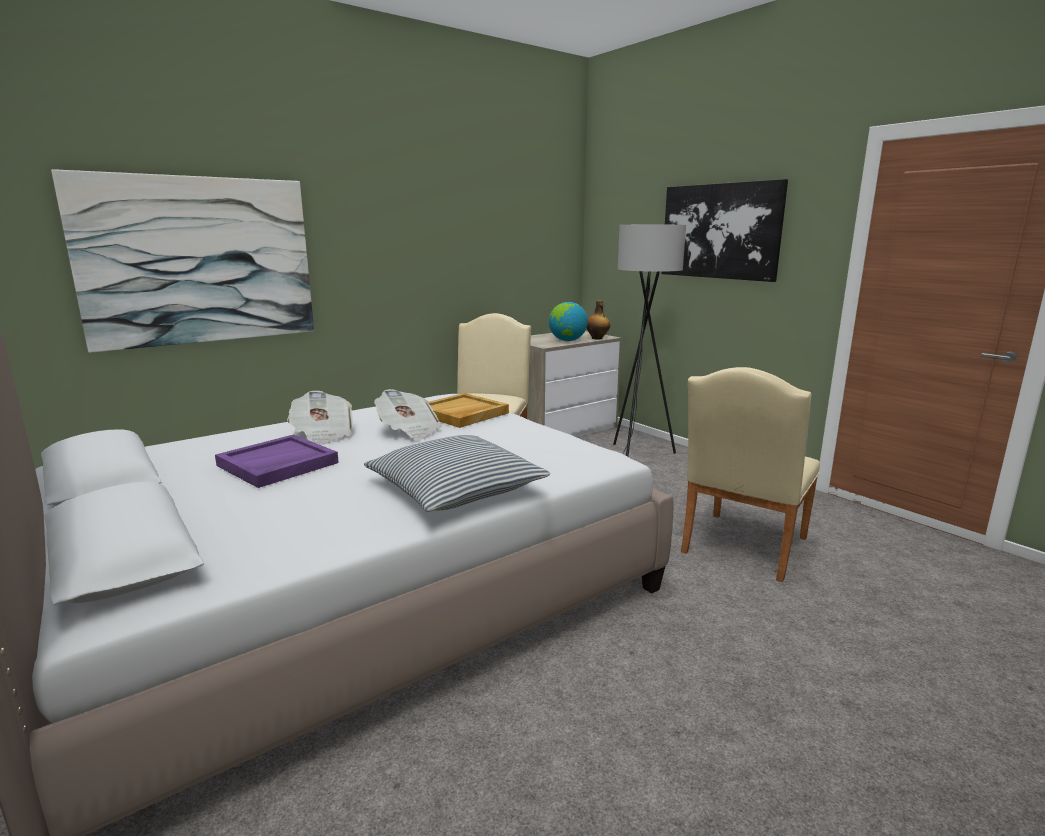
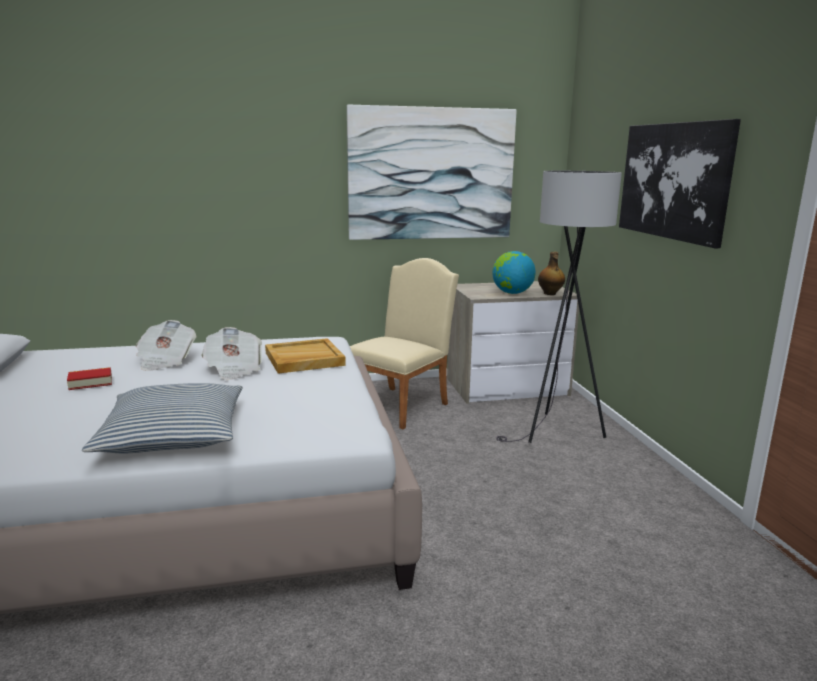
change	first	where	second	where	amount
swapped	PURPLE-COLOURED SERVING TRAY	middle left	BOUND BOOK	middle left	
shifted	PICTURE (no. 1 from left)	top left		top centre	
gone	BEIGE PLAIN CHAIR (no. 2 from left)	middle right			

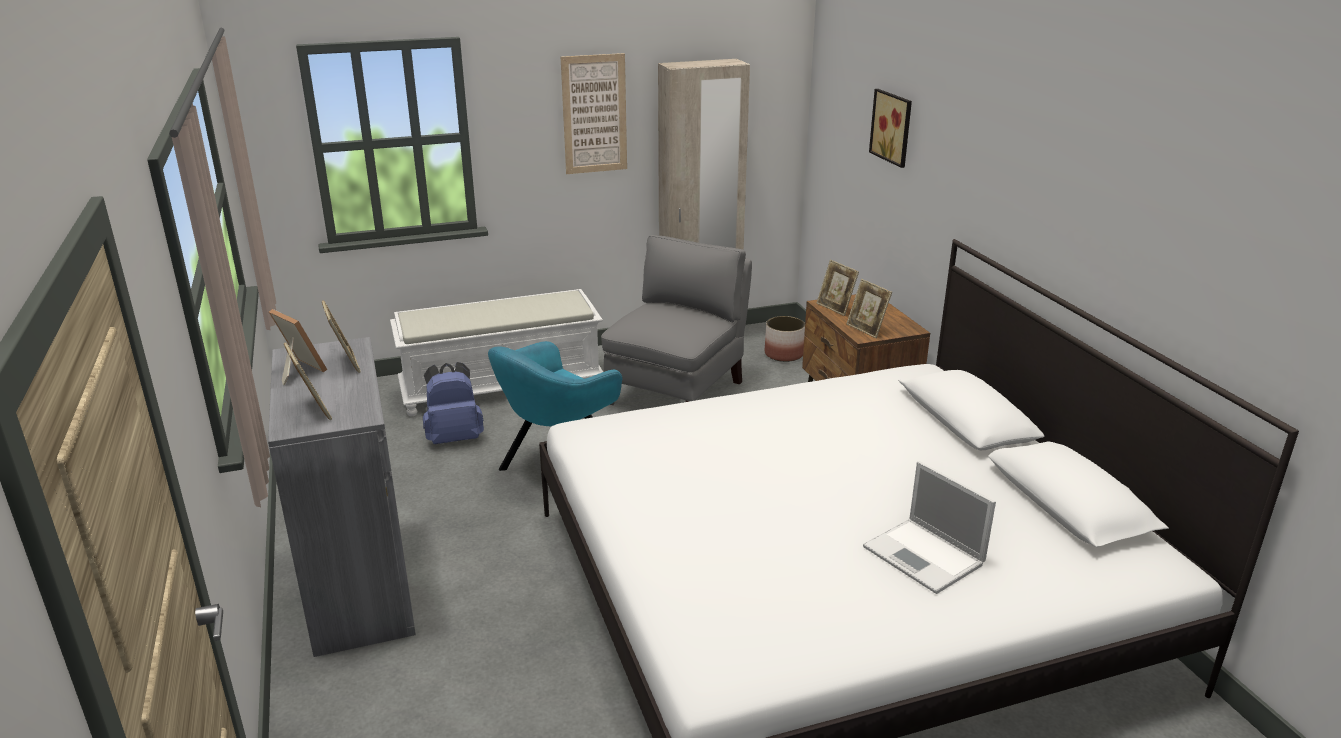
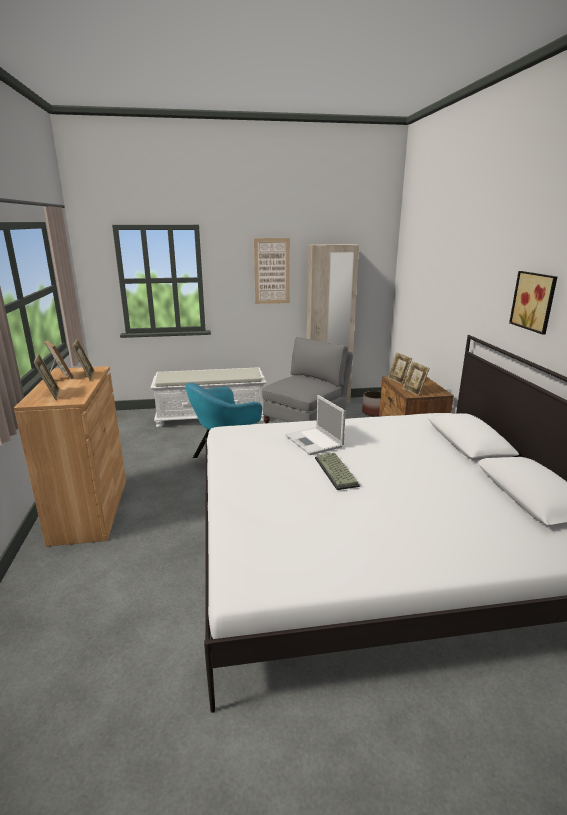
change	first	where	second	where	amount
repainted	GREYISH CUPBOARD	bottom left	BROWN CUPBOARD	middle left	
shifted	NOTEBOOK COMPUTER	bottom right		centre	
new			KEYBOARD	centre	
shifted	PICTURE (no. 2 from left)	top centre		middle right	
gone	BLUE BACKPACK	centre			

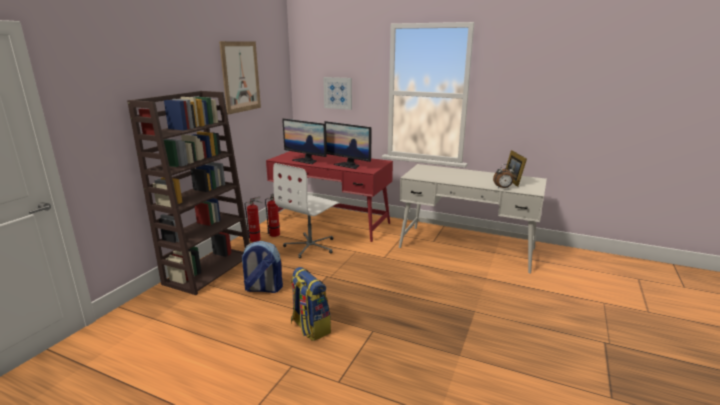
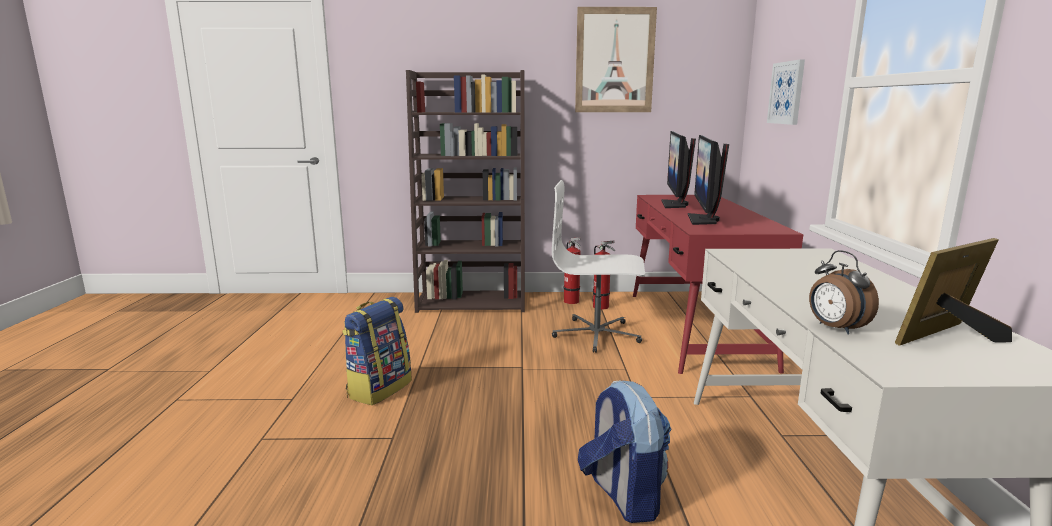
change	first	where	second	where	amount
shifted	BACKPACK (no. 1 from left in the first image)	centre	BACKPACK (no. 2 from left)	bottom centre	

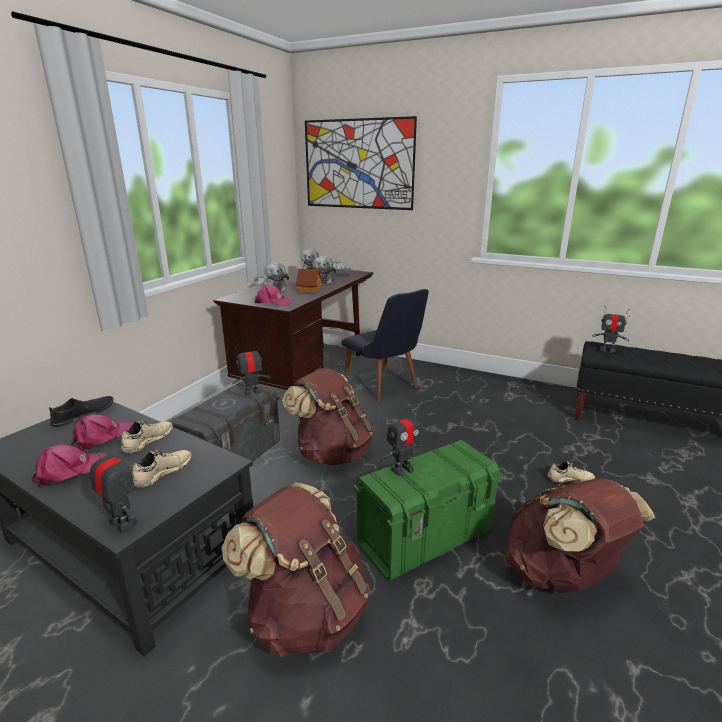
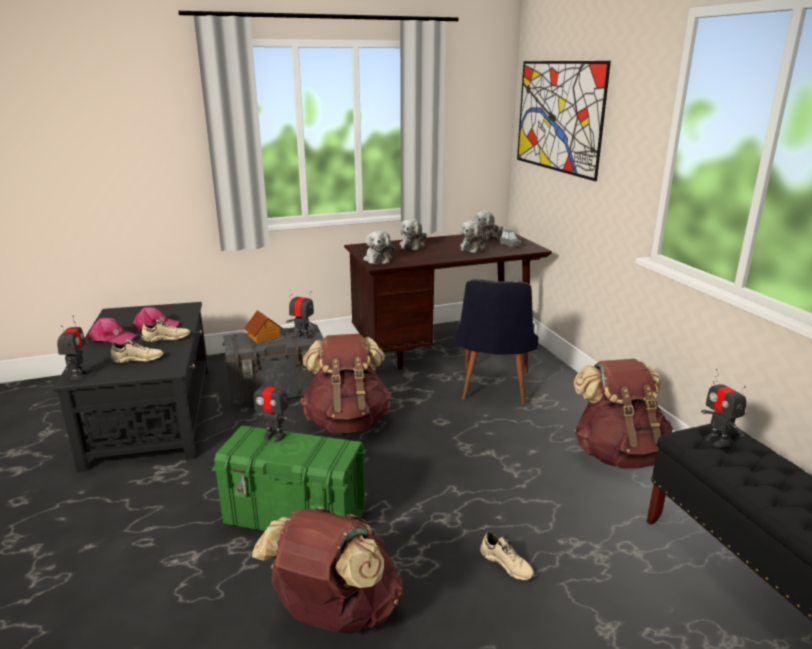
change	first	where	second	where	amount
shifted	MODEL HOUSE	centre		middle left	
swapped	PINK-COLOURED BASEBALL CAP (no. 3 from left)	centre	CUDDLY TOY (no. 1 from left)	centre	
shifted	BROWN BACKPACK (no. 1 from left in the first image)	bottom centre	BROWN BACKPACK (no. 3 from left)	middle right	
gone	BLACK-COLOURED SHOE	middle left			

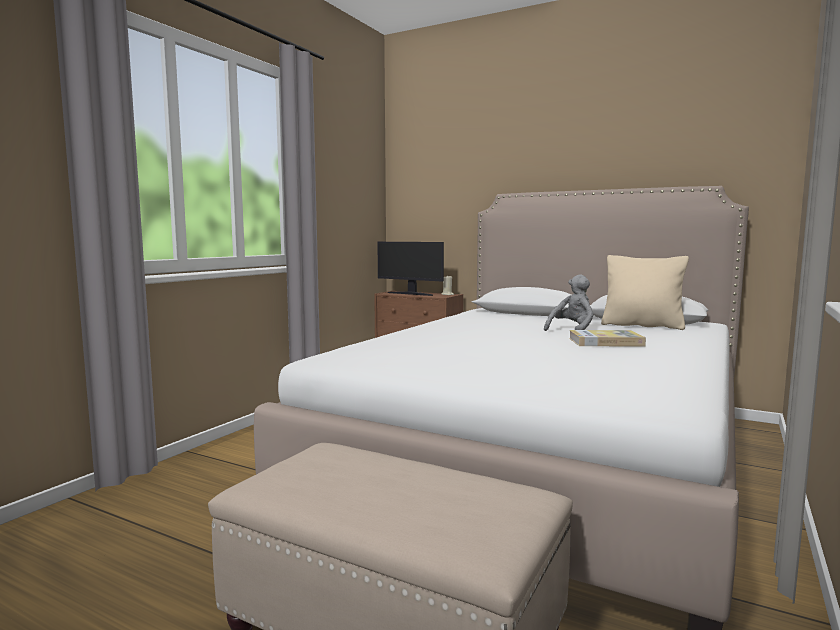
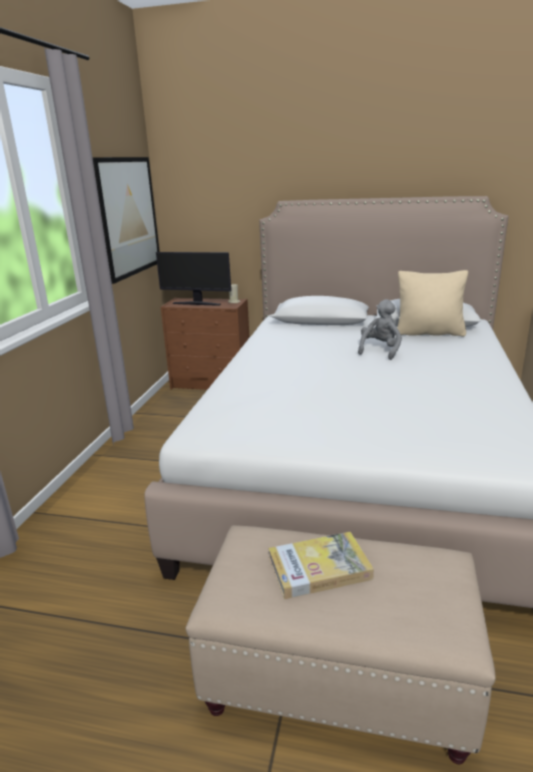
change	first	where	second	where	amount
new			PICTURE	top left	
shifted	BOUND BOOK	middle right		bottom centre	

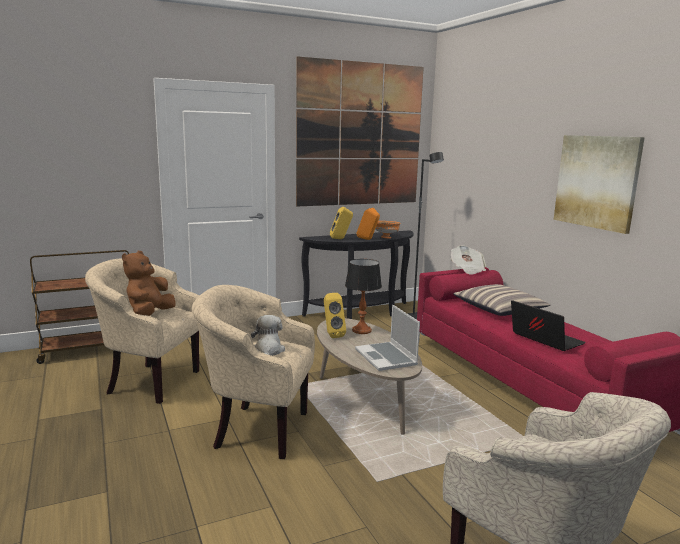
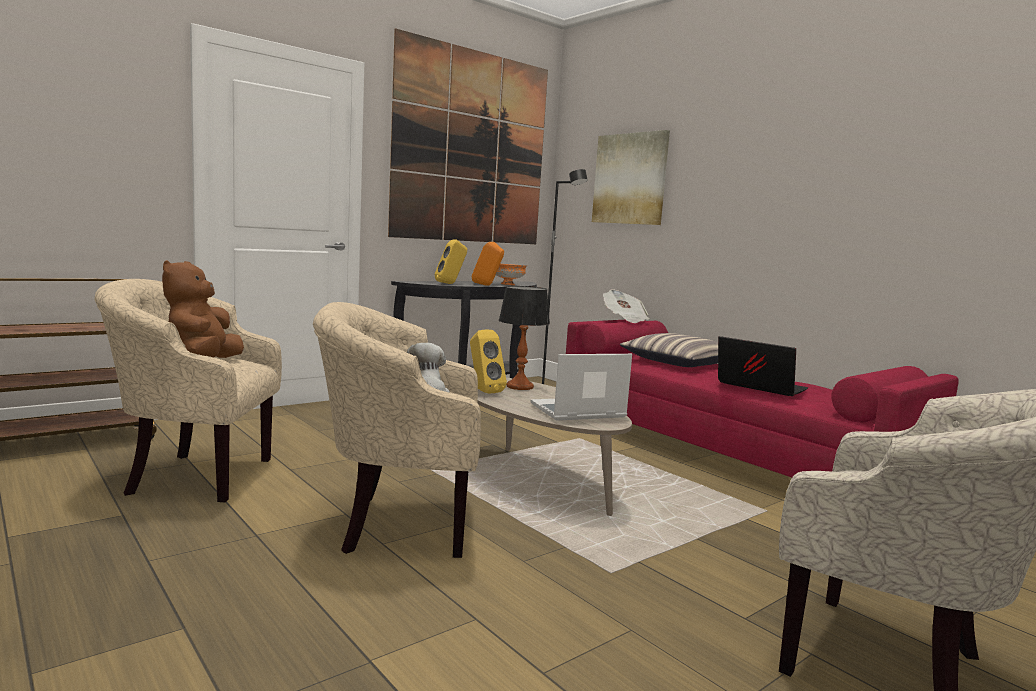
change	first	where	second	where	amount
rotated	NOTEBOOK COMPUTER (no. 1 from left)	centre		centre	105 degrees clockwise
shifted	PICTURE (no. 2 from left)	middle right		top centre	

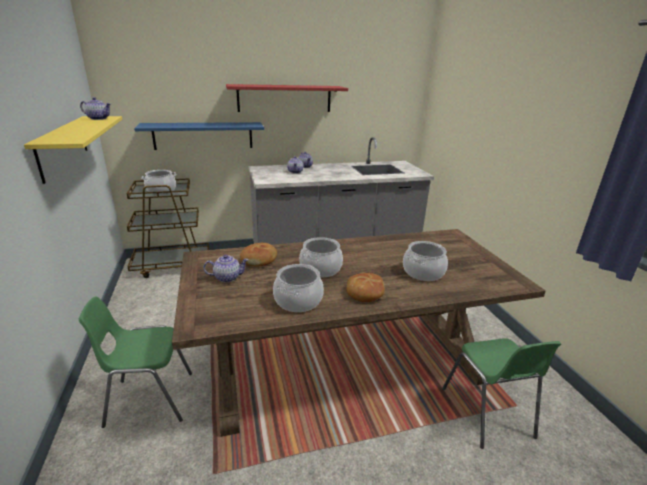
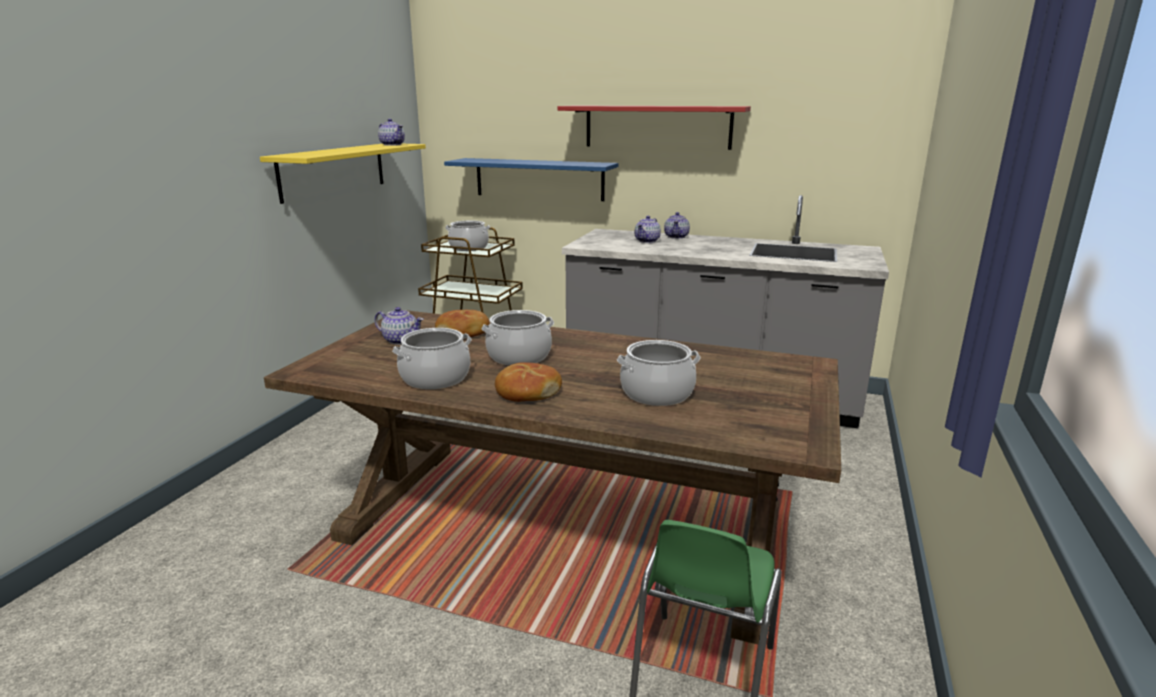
change	first	where	second	where	amount
gone	GREENISH PLAIN CHAIR (no. 1 from left)	bottom left			

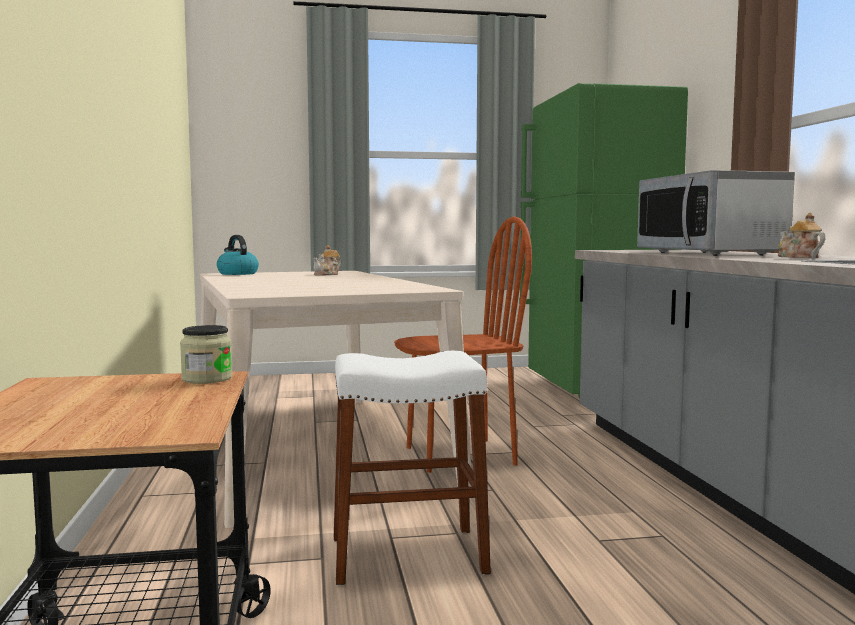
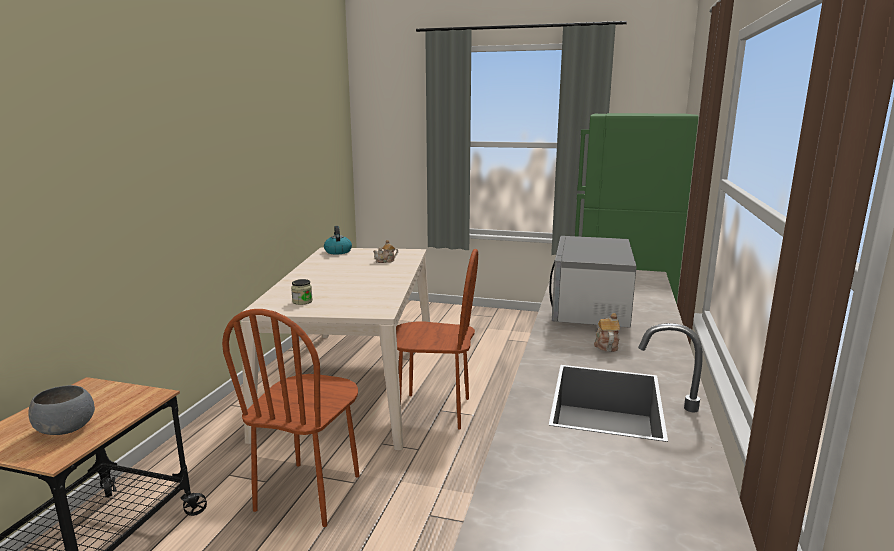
change	first	where	second	where	amount
new			GREYISH DEEP DISH	bottom left	
swapped	WHITE-COLOURED SITTING STOOL	bottom centre	BROWN PLAIN CHAIR (no. 1 from left)	bottom left	
shifted	JAR	middle left		centre	

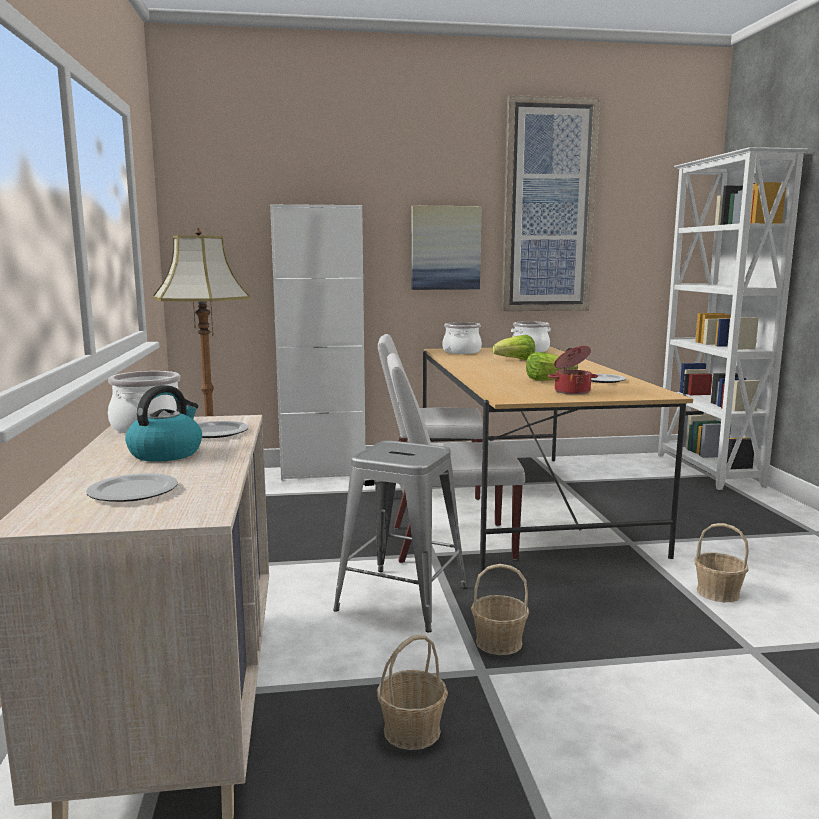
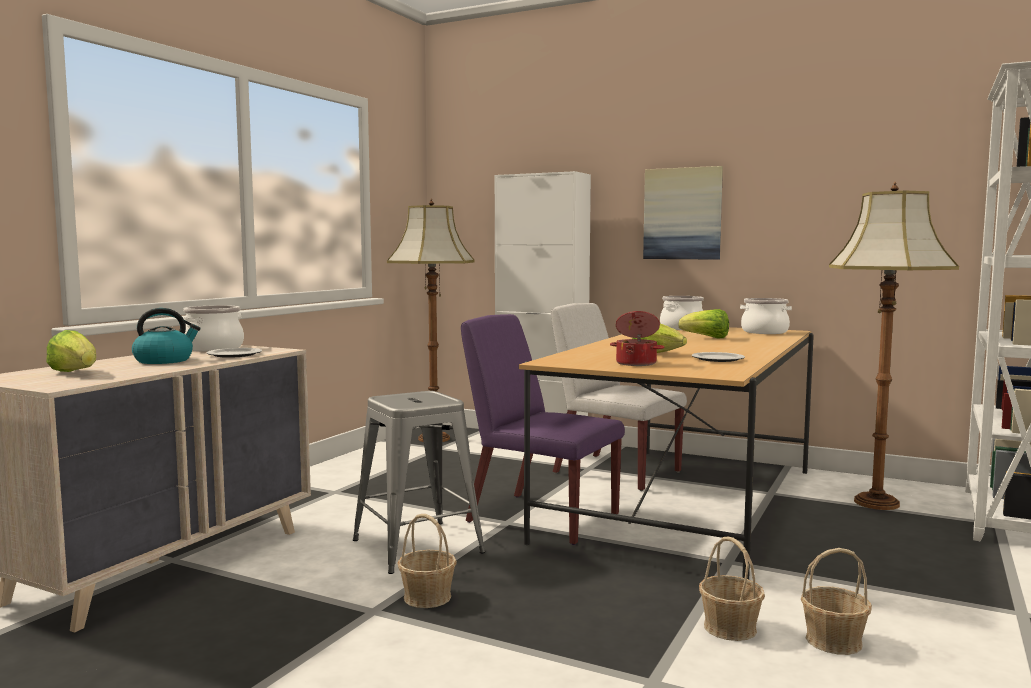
change	first	where	second	where	amount
swapped	PLATE (no. 1 from left)	middle left	HEAD OF LETTUCE (no. 1 from left)	middle left	
repainted	WHITE-COLOURED PLAIN CHAIR (no. 2 from left)	centre	PURPLE-COLOURED PLAIN CHAIR	centre	
shifted	BASKET (no. 1 from left in the first image)	bottom centre	BASKET (no. 3 from left)	bottom right	
new			STANDARD LAMP (no. 2 from left)	middle right	
gone	PICTURE (no. 2 from left)	top right			

